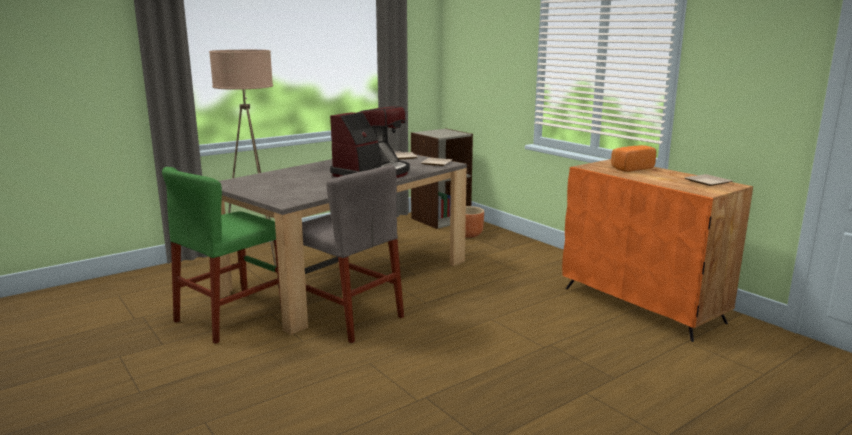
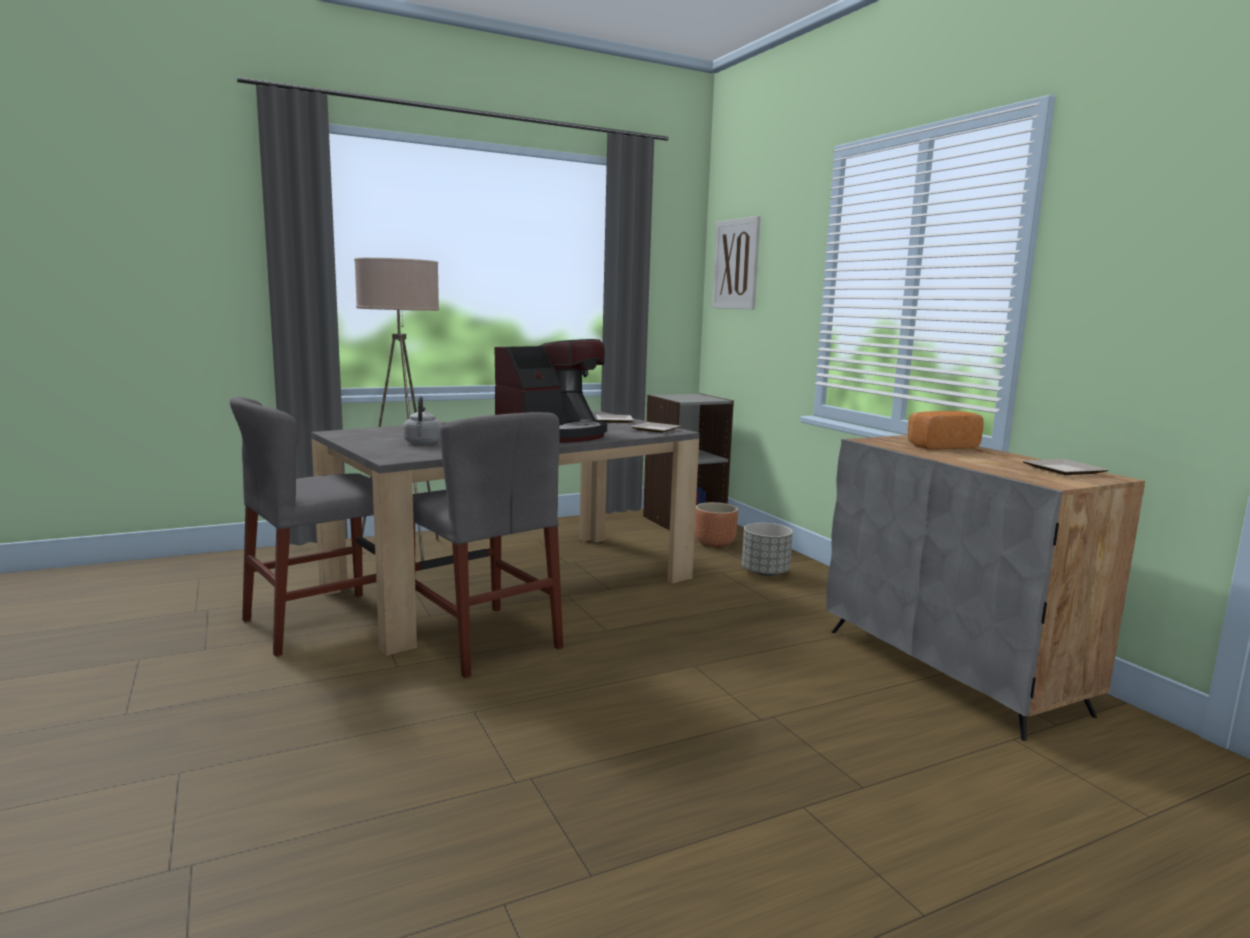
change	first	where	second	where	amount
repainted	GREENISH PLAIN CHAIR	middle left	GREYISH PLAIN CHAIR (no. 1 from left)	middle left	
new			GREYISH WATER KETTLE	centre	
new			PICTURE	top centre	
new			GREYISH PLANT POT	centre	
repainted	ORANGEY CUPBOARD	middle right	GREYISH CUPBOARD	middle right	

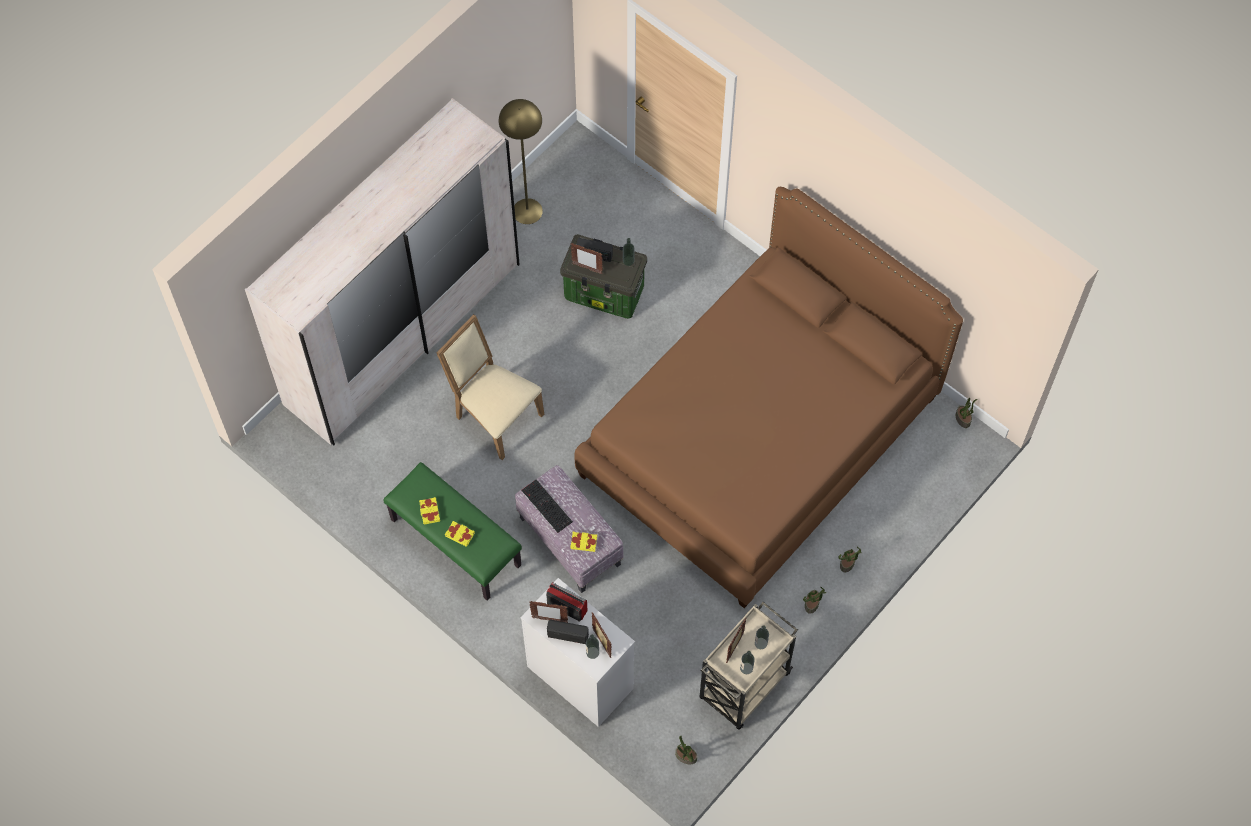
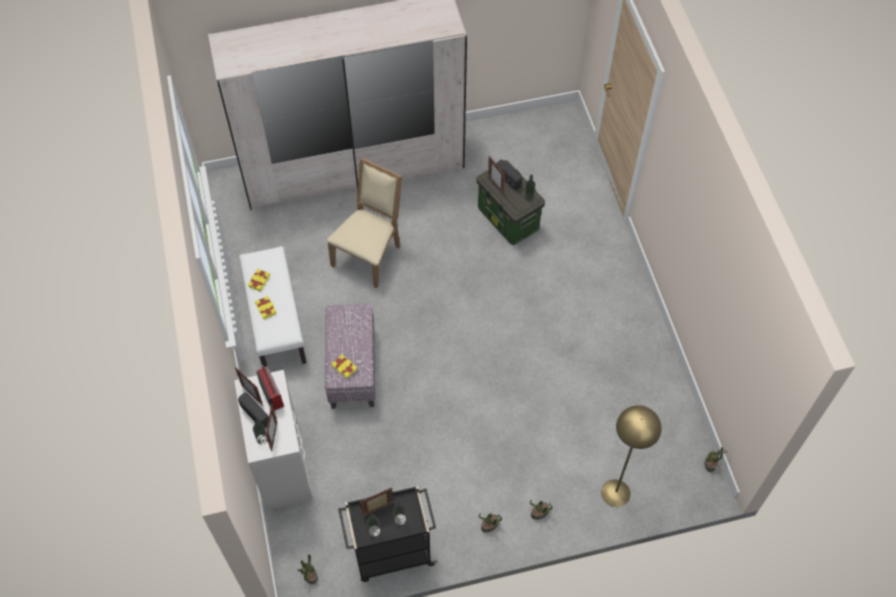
change	first	where	second	where	amount
repainted	GREENISH INDOOR BENCH	centre	WHITE-COLOURED INDOOR BENCH	middle left	
rotated	BEIGE PLAIN CHAIR	centre		centre	45 degrees clockwise
repainted	BEIGE TROLLEY	bottom centre	BLACK-COLOURED TROLLEY	bottom centre	
shifted	YELLOW STANDARD LAMP	top centre		bottom right	
gone	KEYBOARD	centre			
gone	BROWN SLEEPING BED	centre			

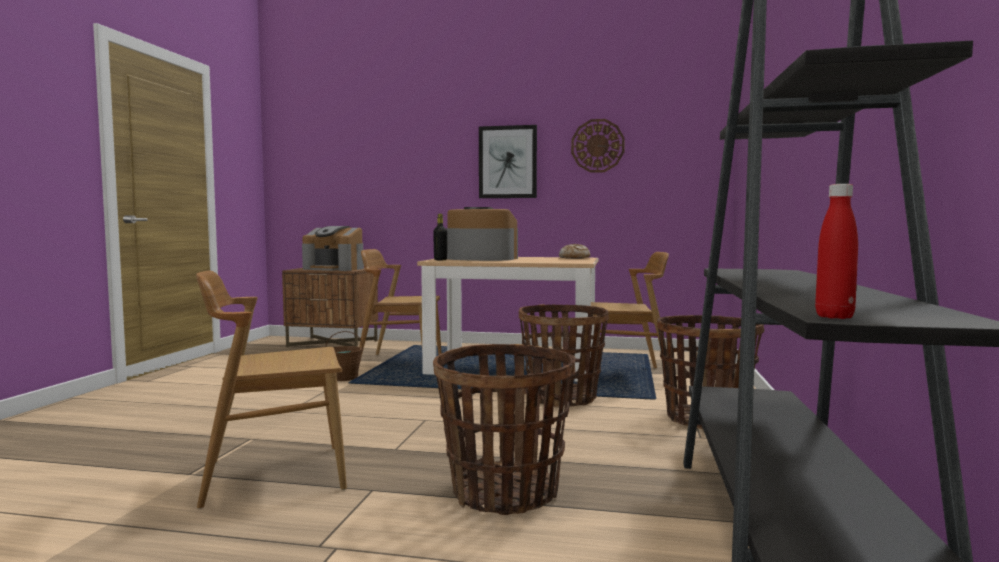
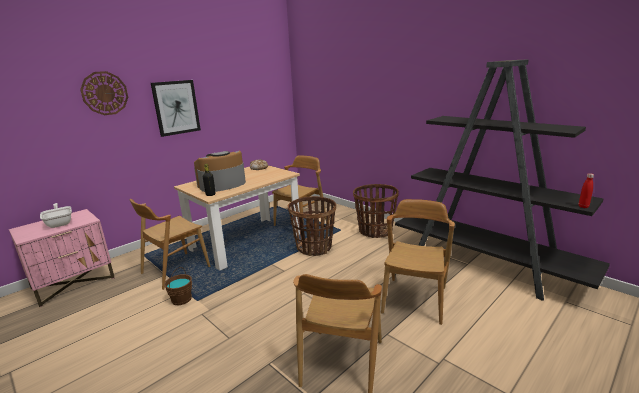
change	first	where	second	where	amount
repainted	BROWN NIGHT TABLE	middle left	PINK-COLOURED NIGHT TABLE	middle left	
swapped	COFFEE BREWER (no. 1 from left)	centre	FRYING PAN	middle left	
shifted	CLOCK ON THE WALL	top centre		top left	
swapped	BASKET (no. 1 from left)	bottom centre	BROWN PLAIN CHAIR (no. 4 from left)	bottom centre	

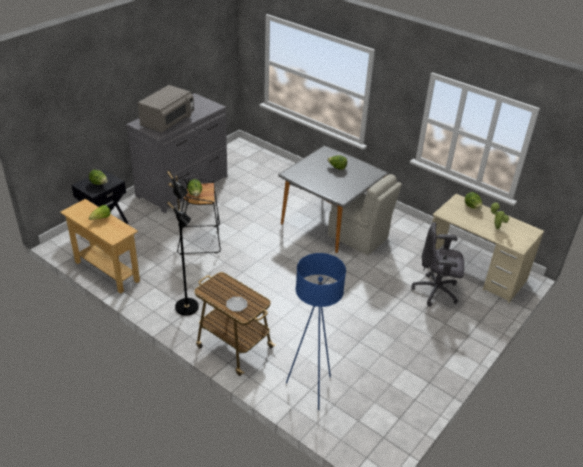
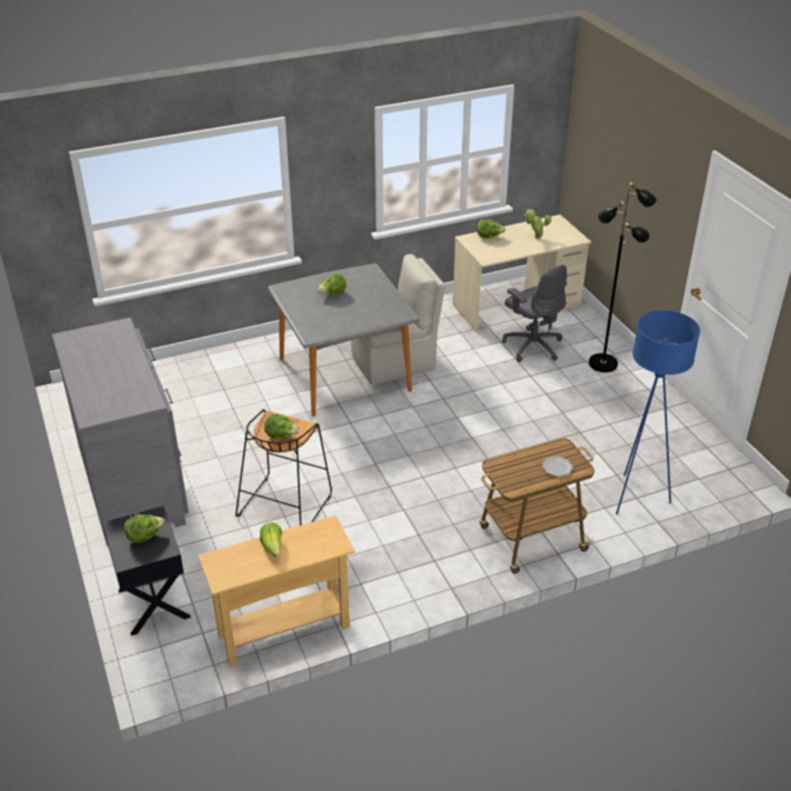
change	first	where	second	where	amount
rotated	GREYISH OFFICE CHAIR	middle right		middle right	75 degrees counterclockwise
shifted	BLACK-COLOURED STANDARD LAMP	middle left		middle right	
gone	GREYISH KITCHEN MICROWAVE	top left			

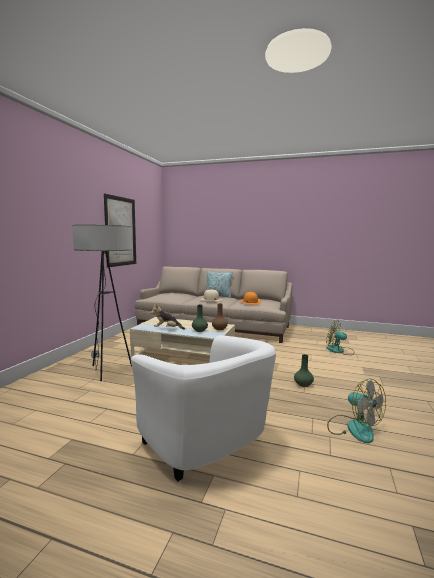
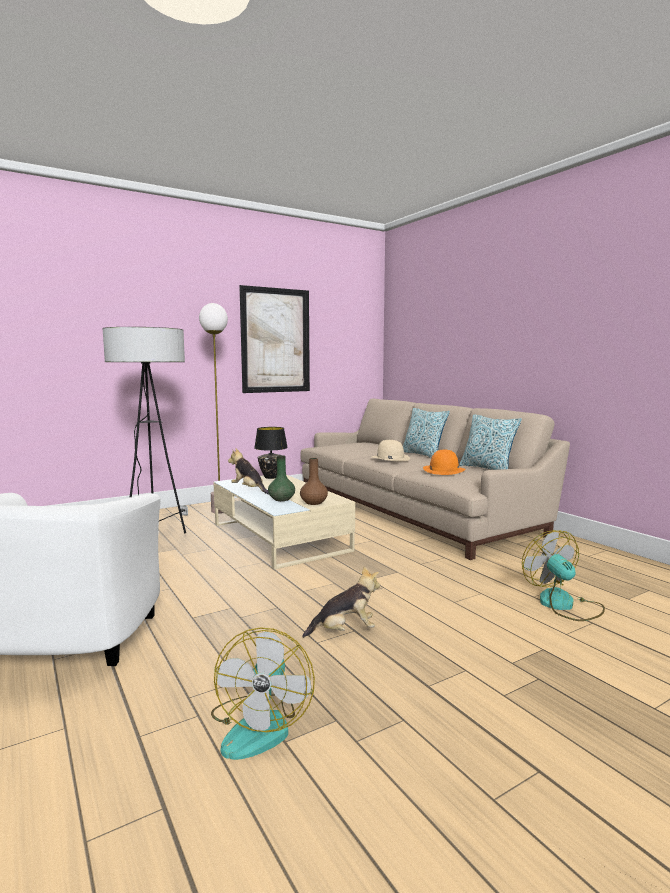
change	first	where	second	where	amount
new			STANDARD LAMP (no. 2 from left)	middle left	
new			BLACK-COLOURED TABLE LAMP	centre	
swapped	GREENISH FLOWER VASE (no. 2 from left)	middle right	CUDDLY TOY (no. 2 from left)	bottom centre	
new			PILLOW (no. 2 from left)	middle right	

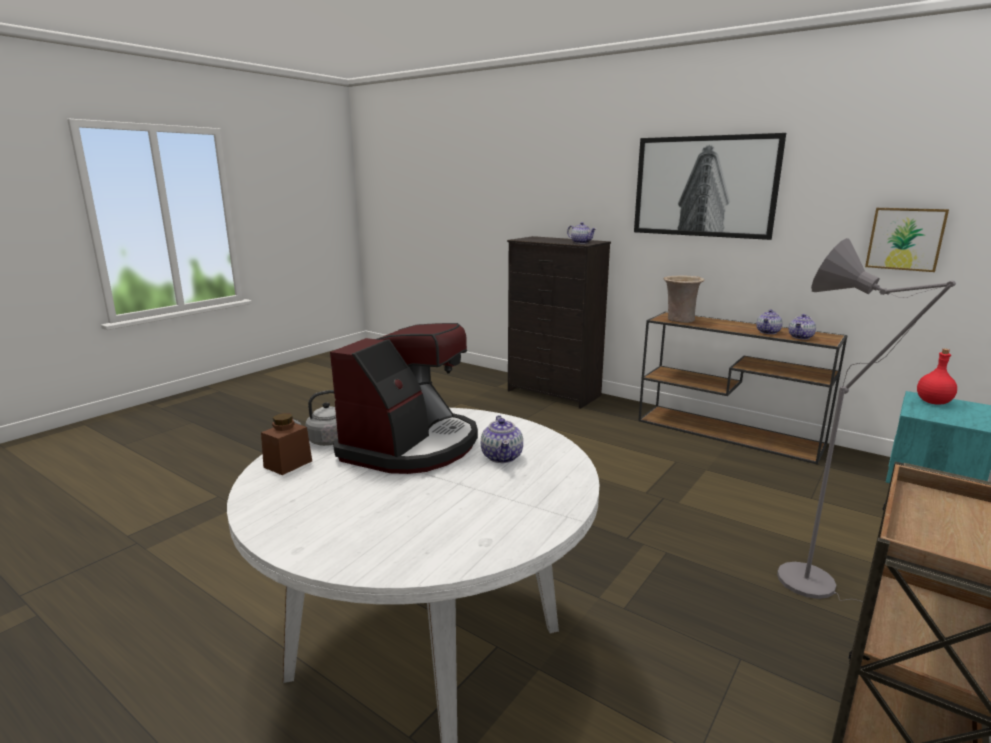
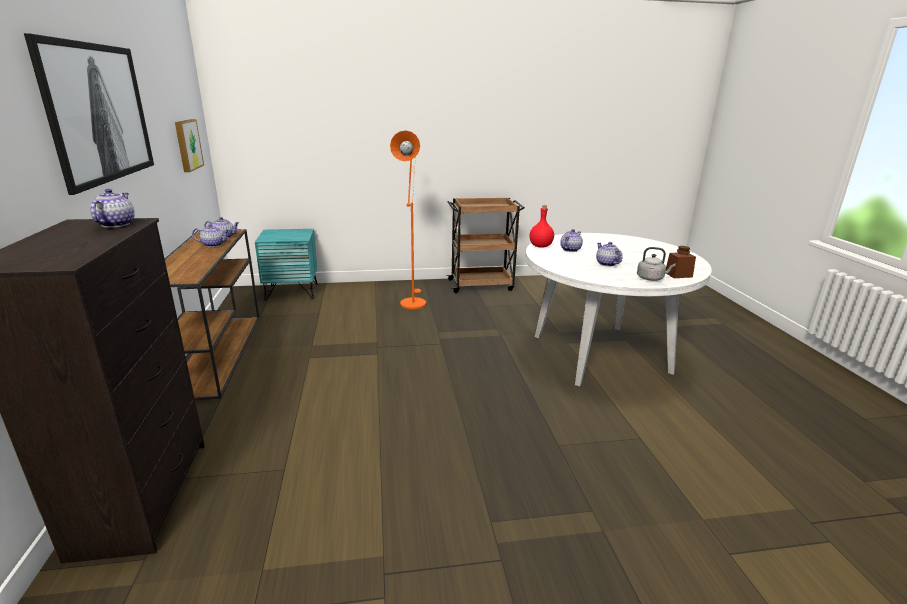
change	first	where	second	where	amount
repainted	GREYISH STANDARD LAMP	middle right	ORANGEY STANDARD LAMP	centre	
shifted	RED-COLOURED DRINK BOTTLE	middle right		centre	
swapped	COFFEE BREWER	centre	POT FOR TEA (no. 5 from left)	middle right	
gone	BEIGE FLOWER VASE	middle right			

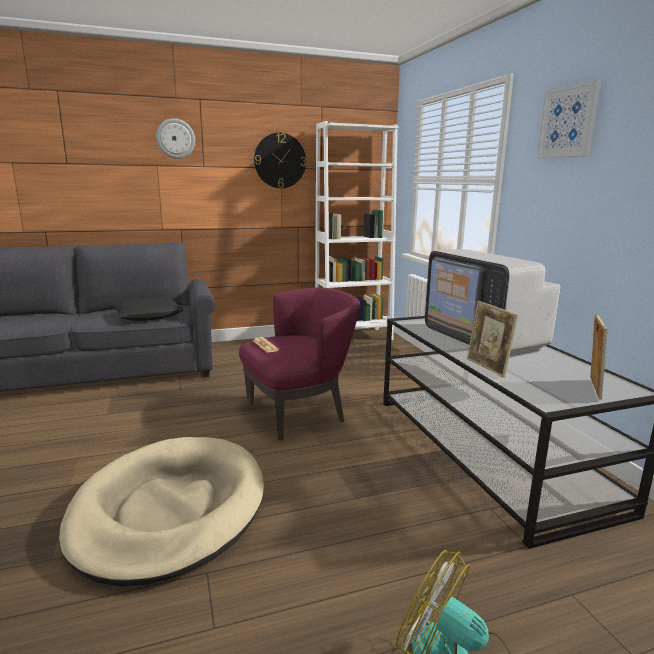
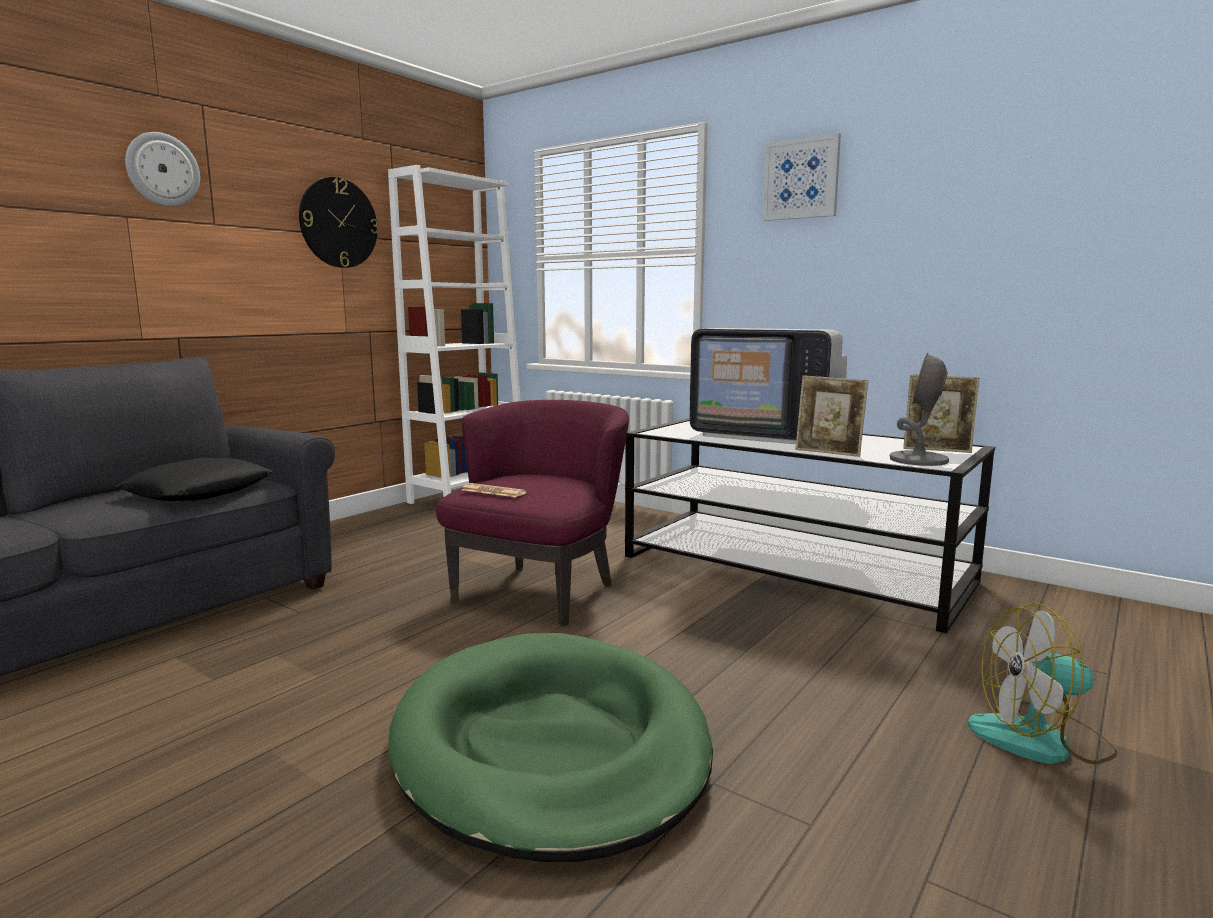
change	first	where	second	where	amount
repainted	BEIGE DOG BED	bottom left	GREENISH DOG BED	bottom centre	
new			GREYISH TABLE LAMP	middle right	
rotated	STANDING FRAME (no. 2 from left)	middle right		middle right	120 degrees clockwise

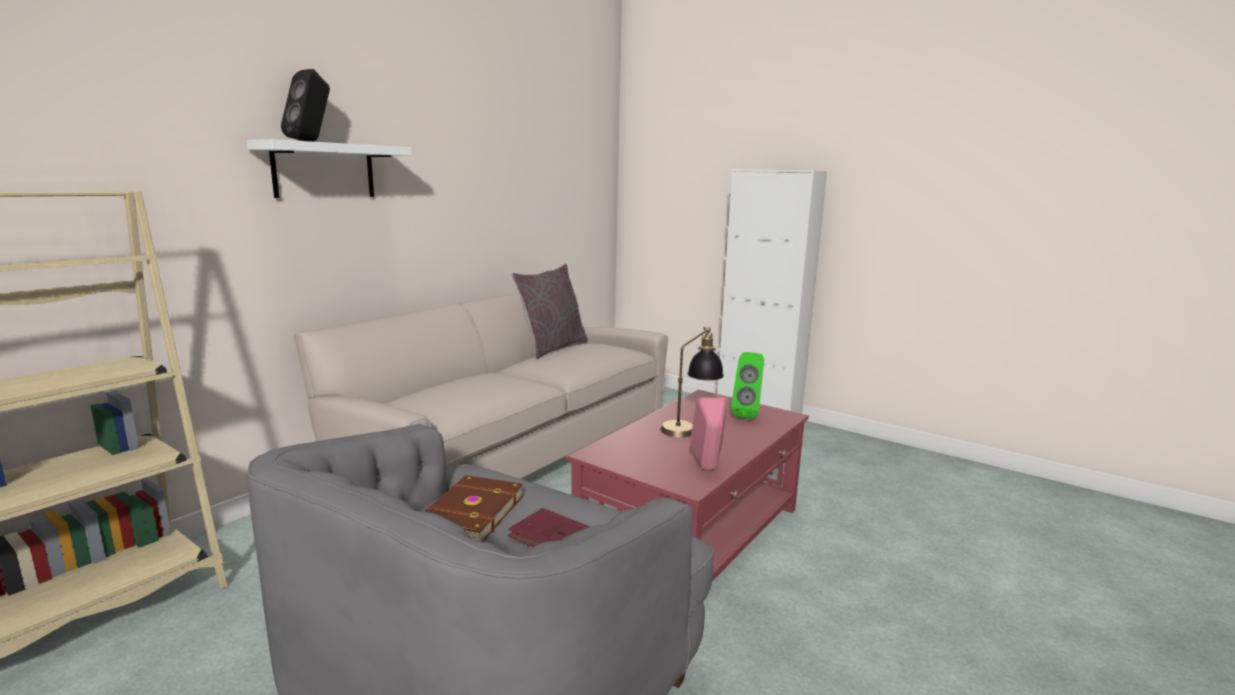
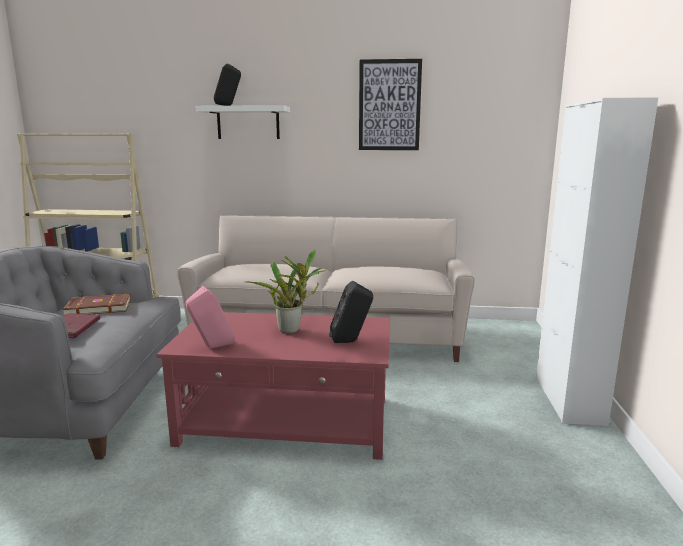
change	first	where	second	where	amount
swapped	TABLE LAMP	centre	PLANT IN A POT	centre	
repainted	GREENISH AUDIO SPEAKER	centre	BLACK-COLOURED AUDIO SPEAKER (no. 2 from left)	centre	
new			PICTURE	top centre	
gone	GREYISH PILLOW	centre			

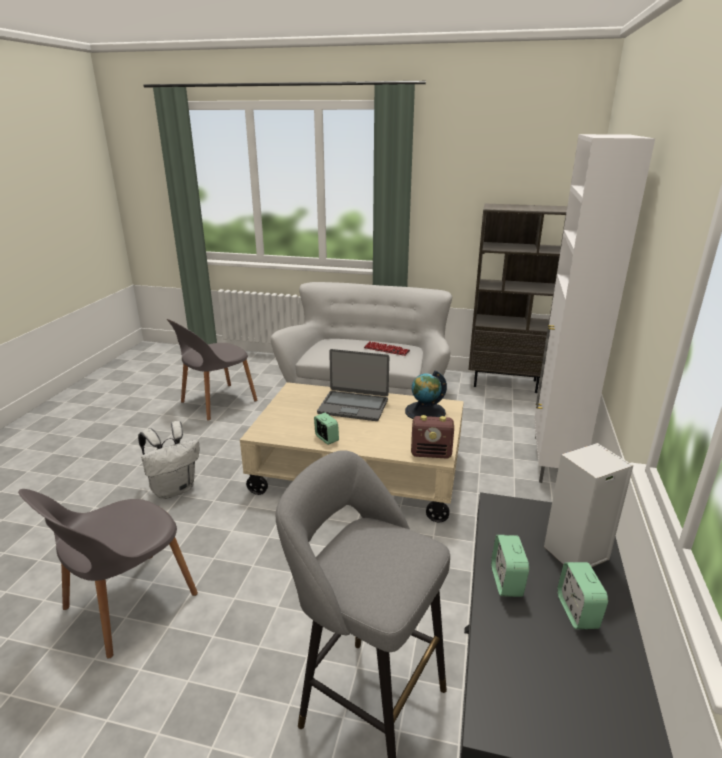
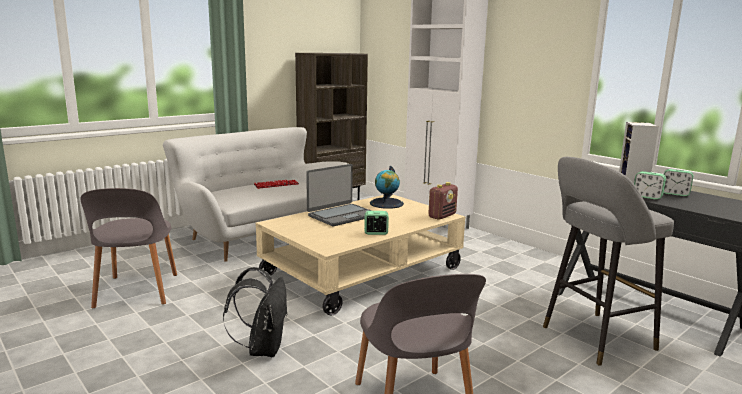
change	first	where	second	where	amount
repainted	WHITE-COLOURED BACKPACK	middle left	BLACK-COLOURED BACKPACK	bottom centre	

